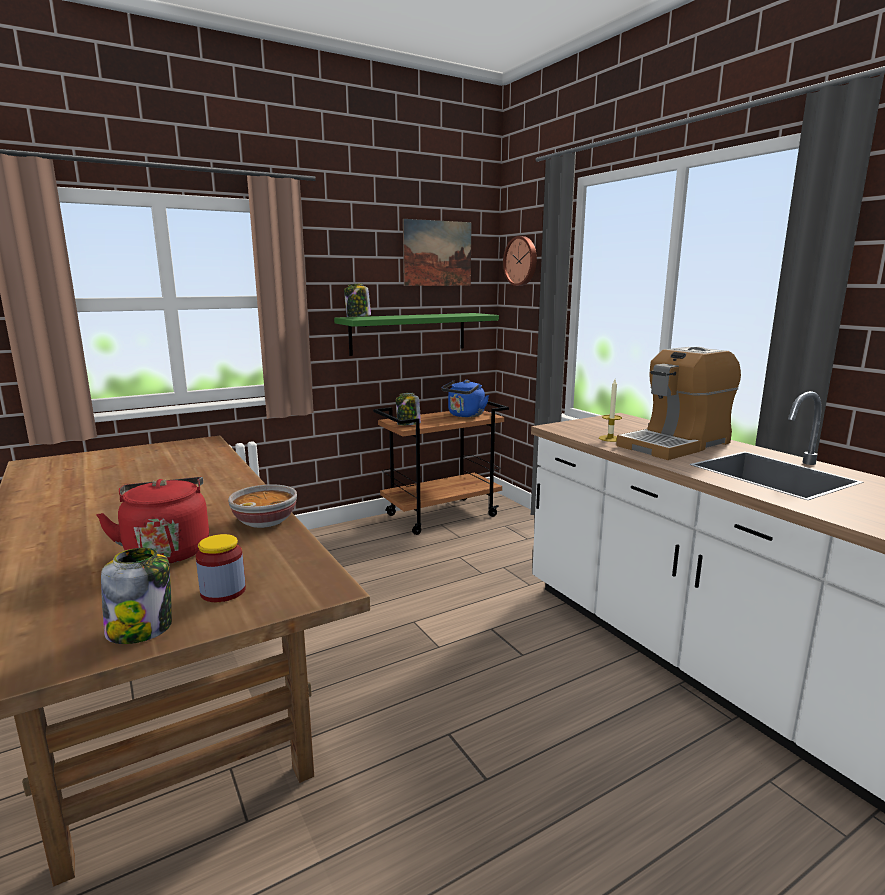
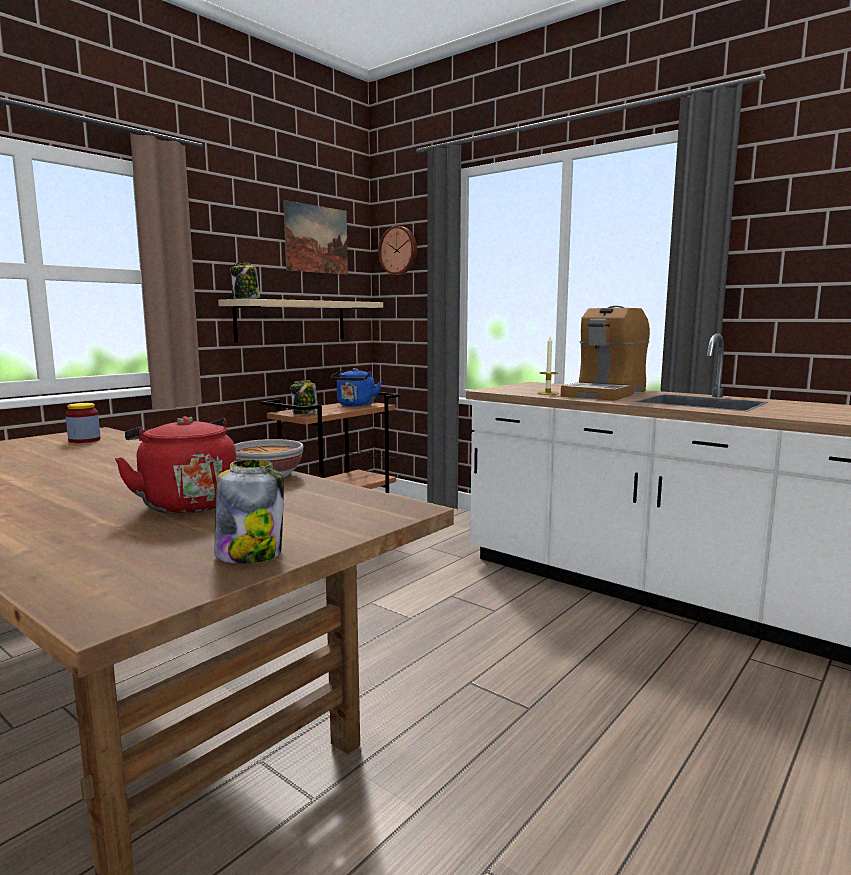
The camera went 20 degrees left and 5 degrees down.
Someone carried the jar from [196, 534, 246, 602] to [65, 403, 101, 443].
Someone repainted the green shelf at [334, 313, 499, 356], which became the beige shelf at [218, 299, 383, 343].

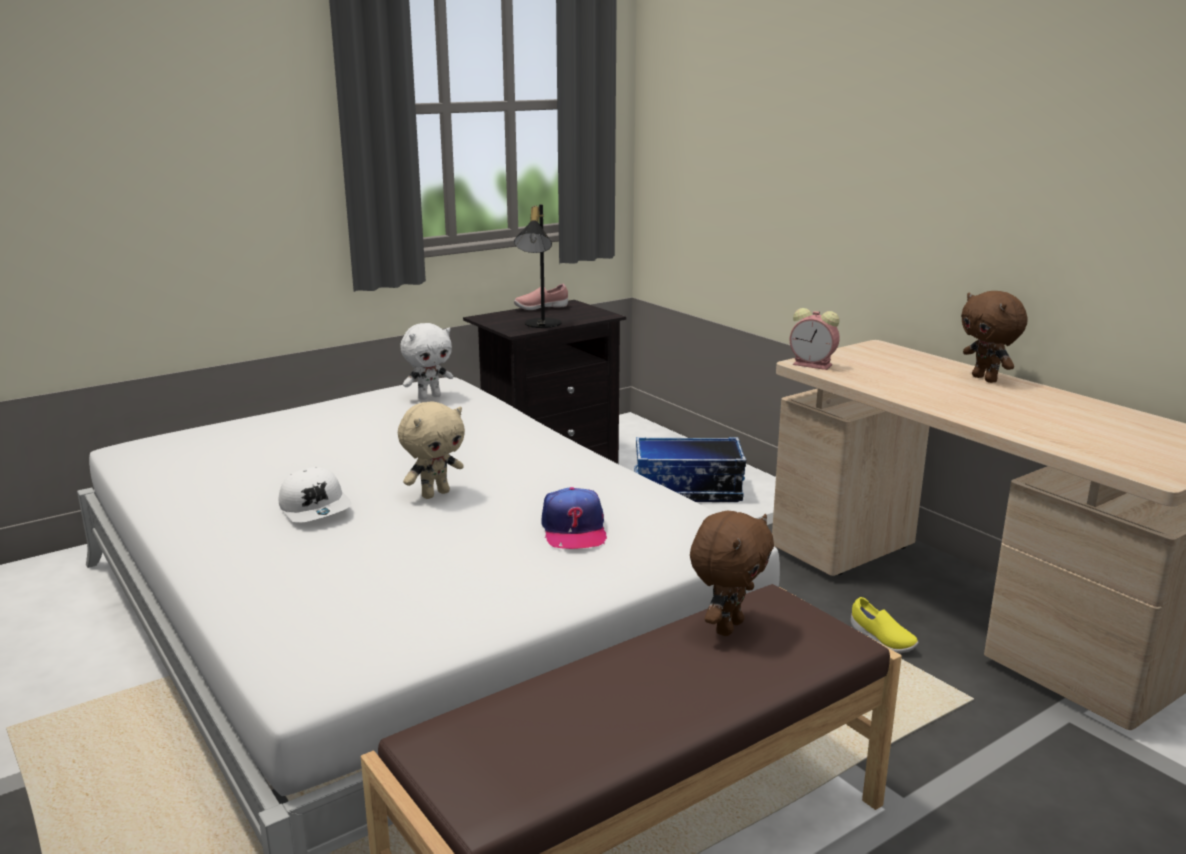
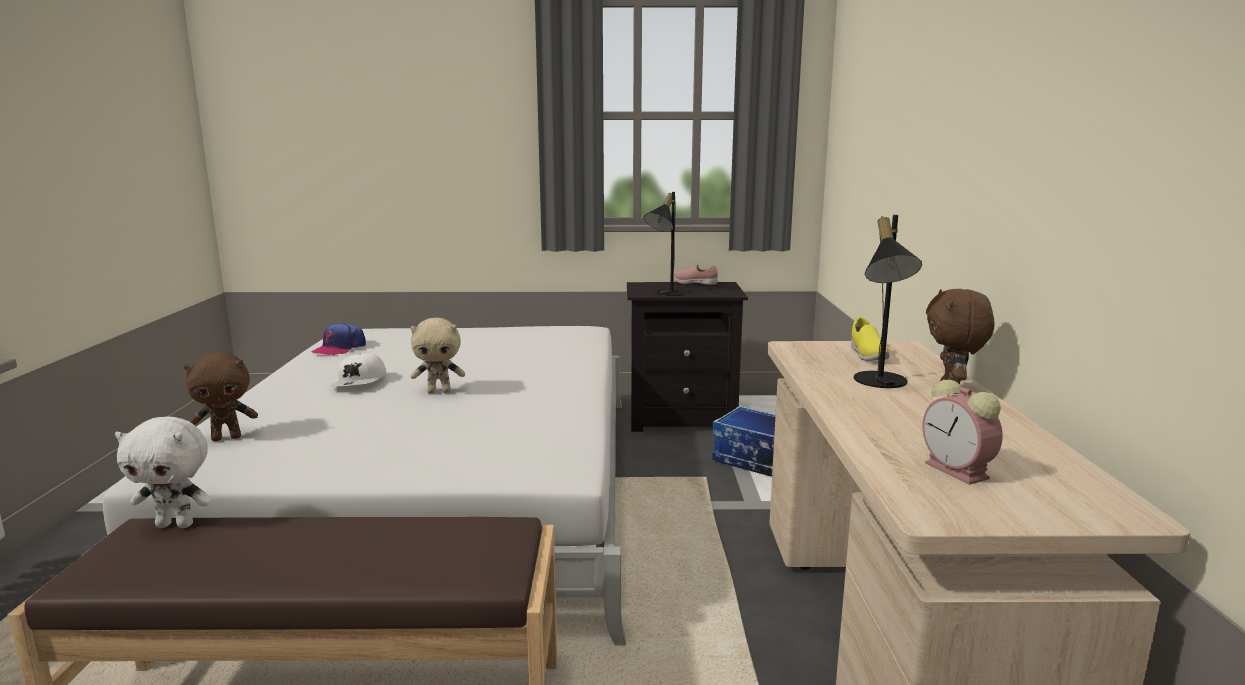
The camera went 35 degrees right and 5 degrees down.
Someone put down the black table lamp at [854, 215, 922, 388].
Someone carried the white plush toy from [400, 323, 453, 400] to [115, 416, 213, 528].
Someone carried the cap from [541, 487, 607, 549] to [311, 323, 366, 356].
Someone carried the brown plush toy from [690, 511, 774, 636] to [184, 352, 258, 441].
Someone carried the alarm clock from [790, 308, 840, 370] to [922, 380, 1003, 485].
Someone carried the yellow shoe from [851, 597, 919, 653] to [851, 317, 890, 361].

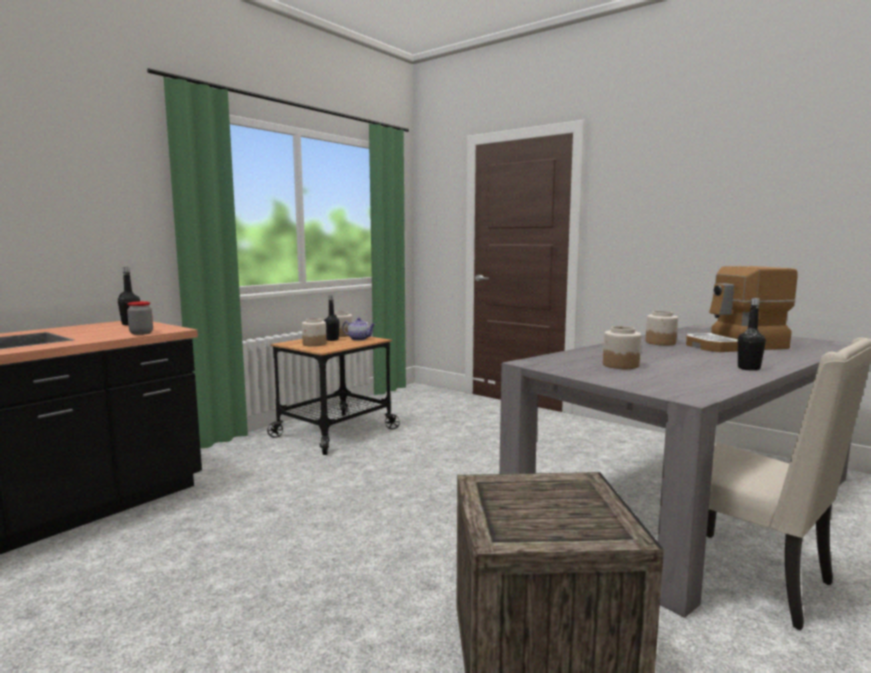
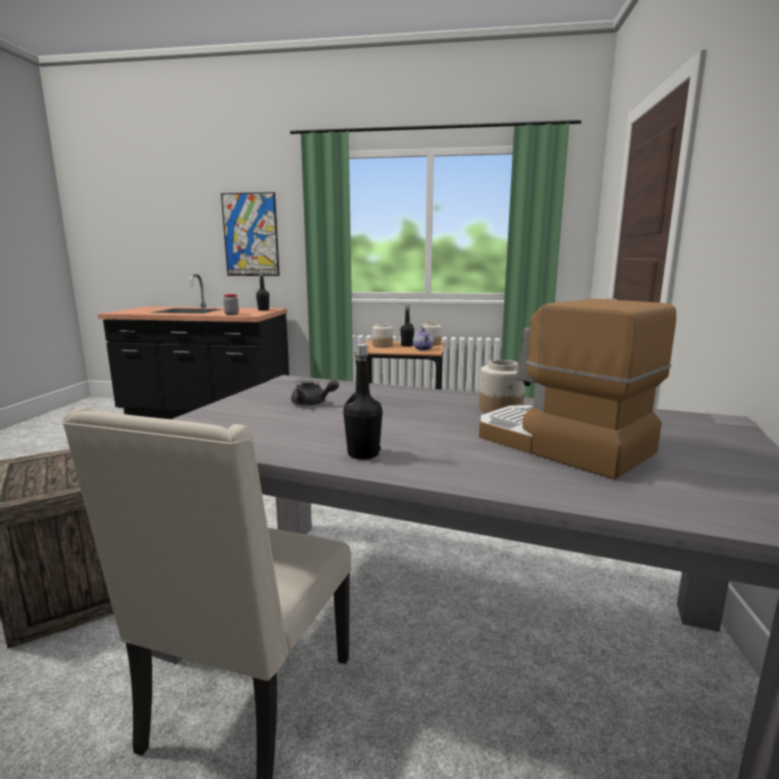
The camera went 60 degrees right and 5 degrees up.
Someone put up the picture at [221, 192, 280, 276].
Someone swapped the jar at [603, 326, 641, 369] for the grey teapot at [291, 379, 339, 406].

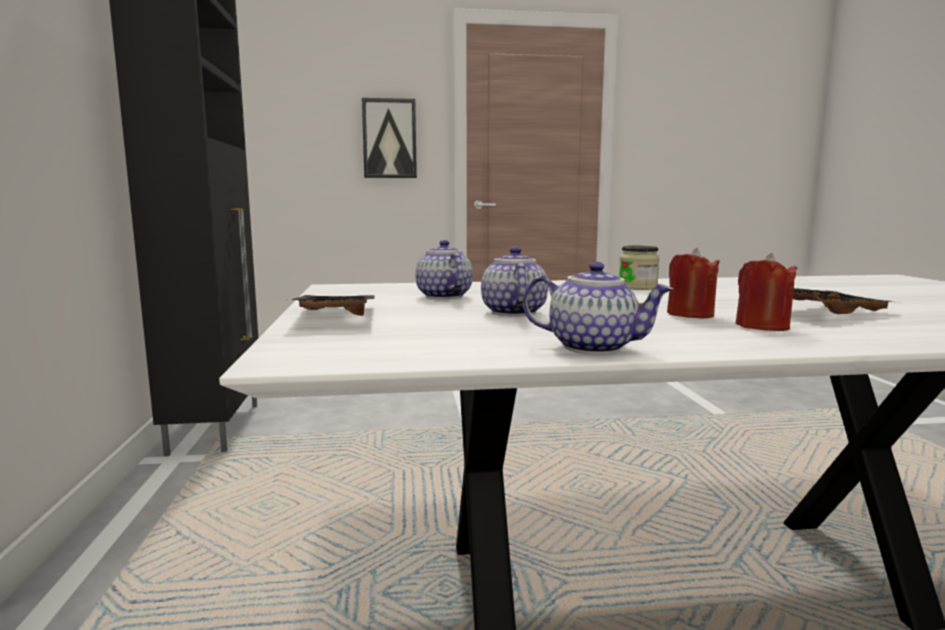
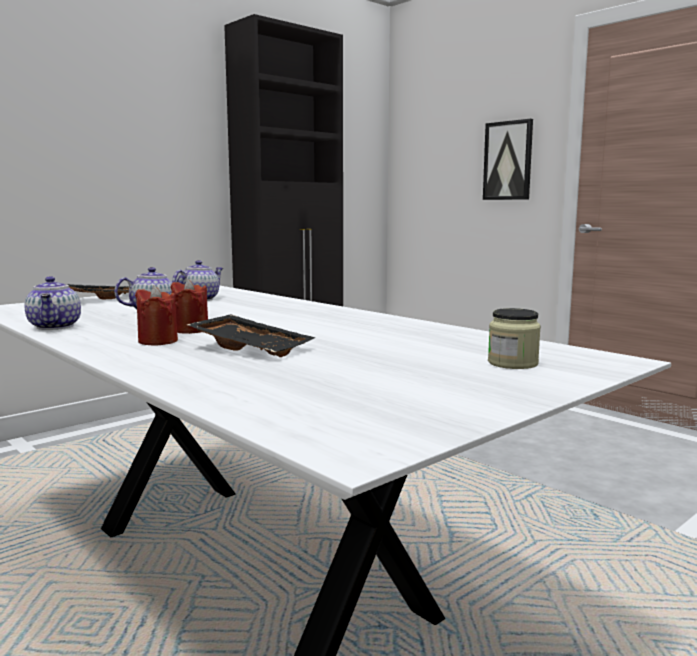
The camera went 55 degrees right and 0 degrees up.
Someone carried the jar from [619, 246, 660, 290] to [488, 308, 541, 369].

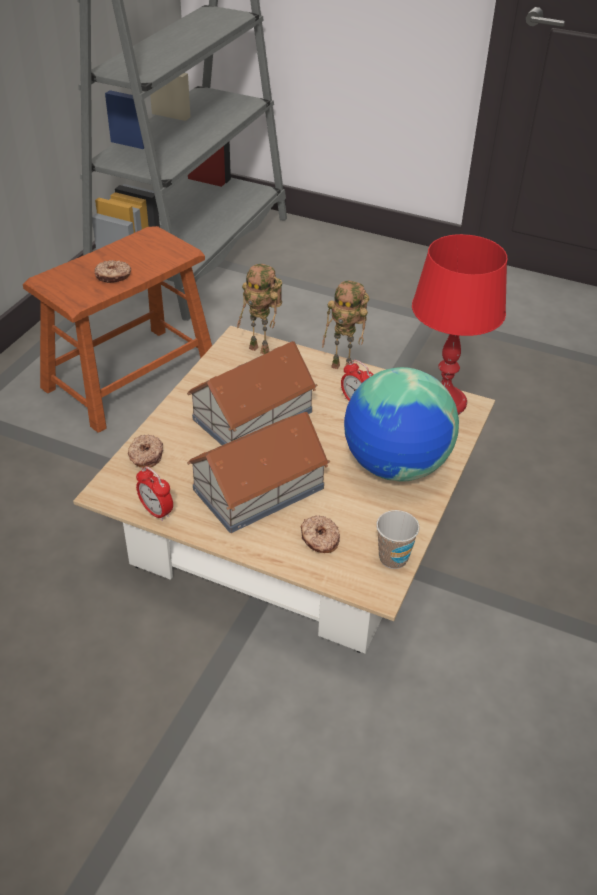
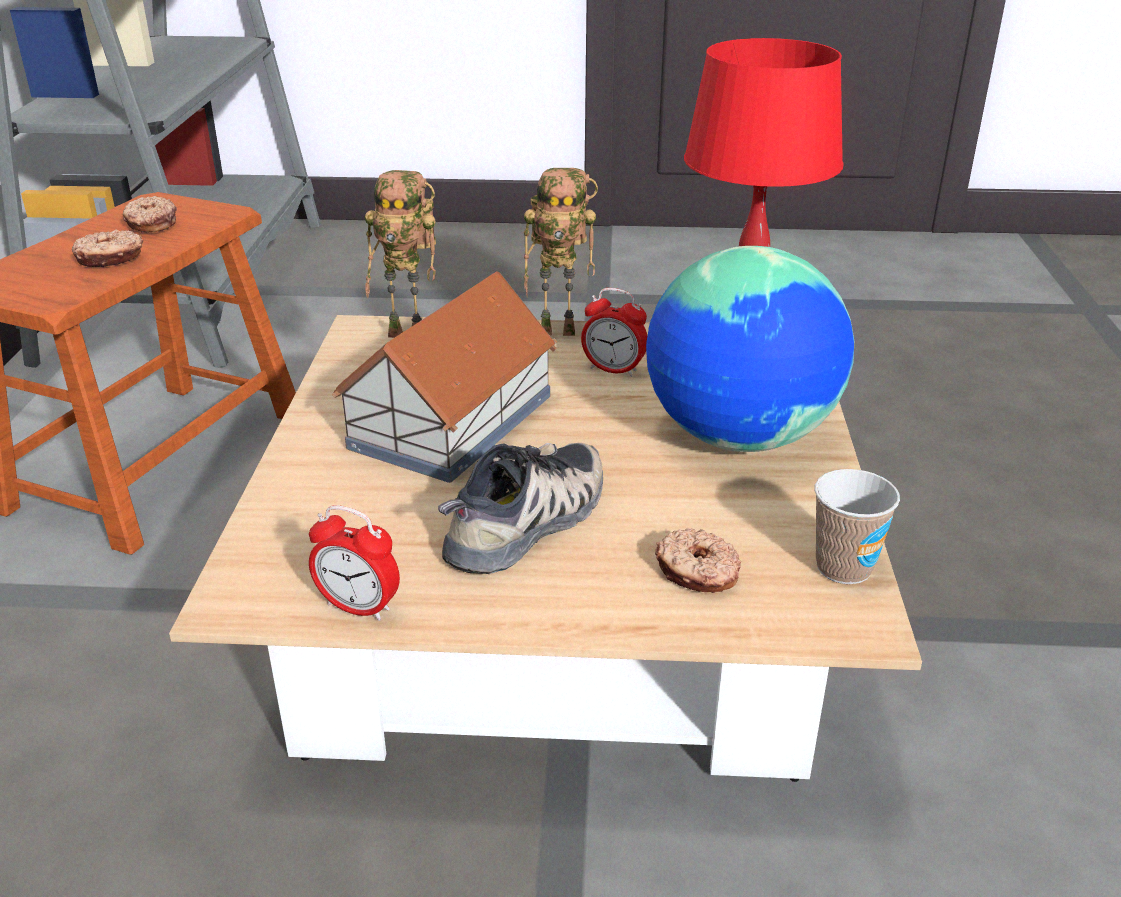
The camera went 20 degrees left and 10 degrees down.
Someone carried the donut from [128, 435, 163, 468] to [123, 196, 177, 233].
Someone swapped the toy house at [187, 412, 330, 533] for the shoe at [438, 443, 603, 574].

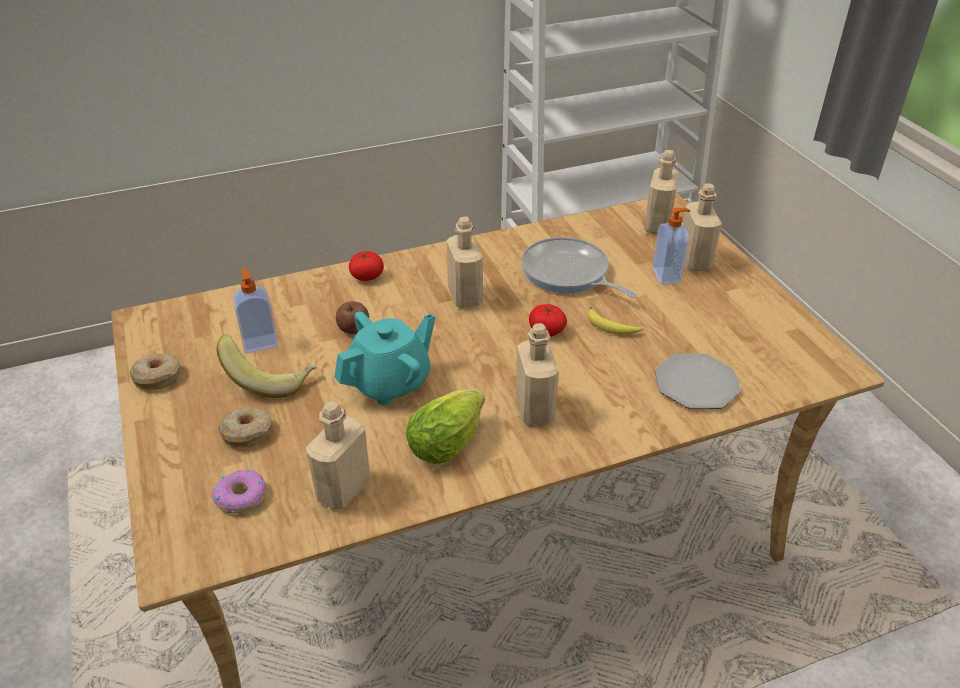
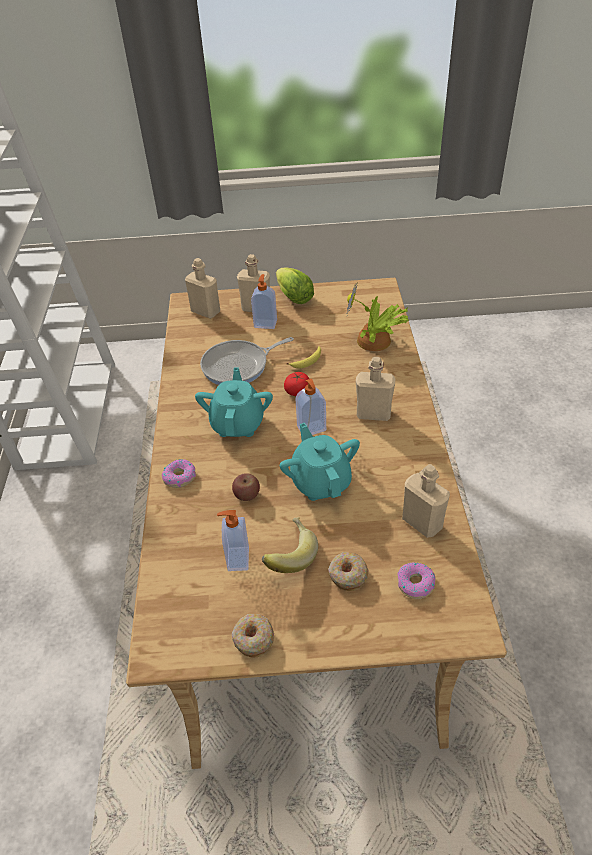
The camera went 70 degrees left and 5 degrees up.
Someone put down the soap dispenser at [296, 379, 326, 435].
Someone carried the lettuce from [406, 389, 485, 464] to [276, 267, 314, 304].
Someone swapped the tomato at [349, 251, 384, 281] for the donut at [162, 459, 196, 488].
Someone swapped the beige bottle at [446, 216, 483, 308] for the turquoise teapot at [195, 367, 273, 437].
Someone swapped the plate at [655, 354, 741, 409] for the potted plant at [346, 281, 409, 351].

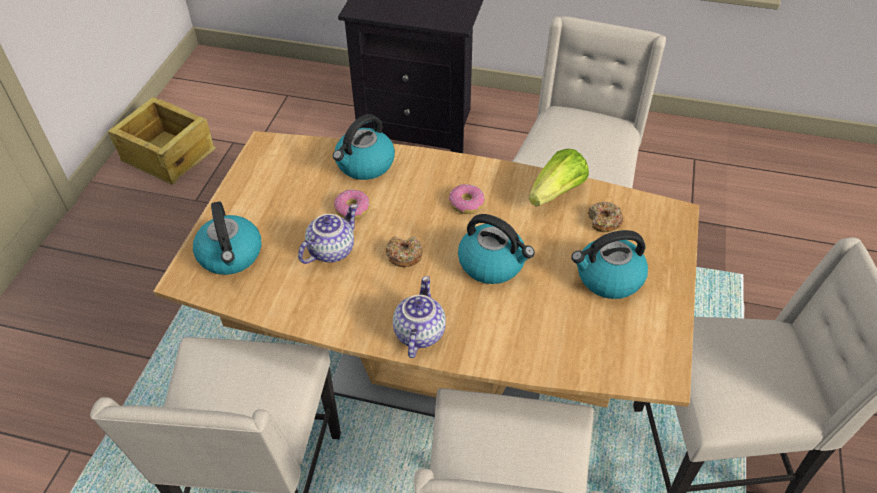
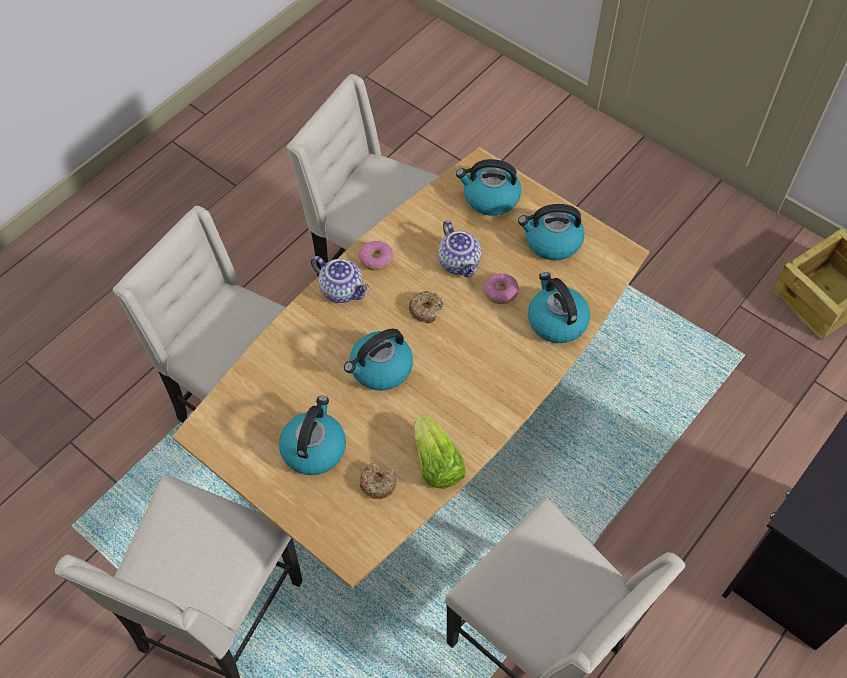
The camera went 115 degrees right and 10 degrees up.
Someone put down the kettle at [518, 204, 585, 261].
Someone carried the donut from [449, 184, 485, 214] to [359, 241, 393, 271].

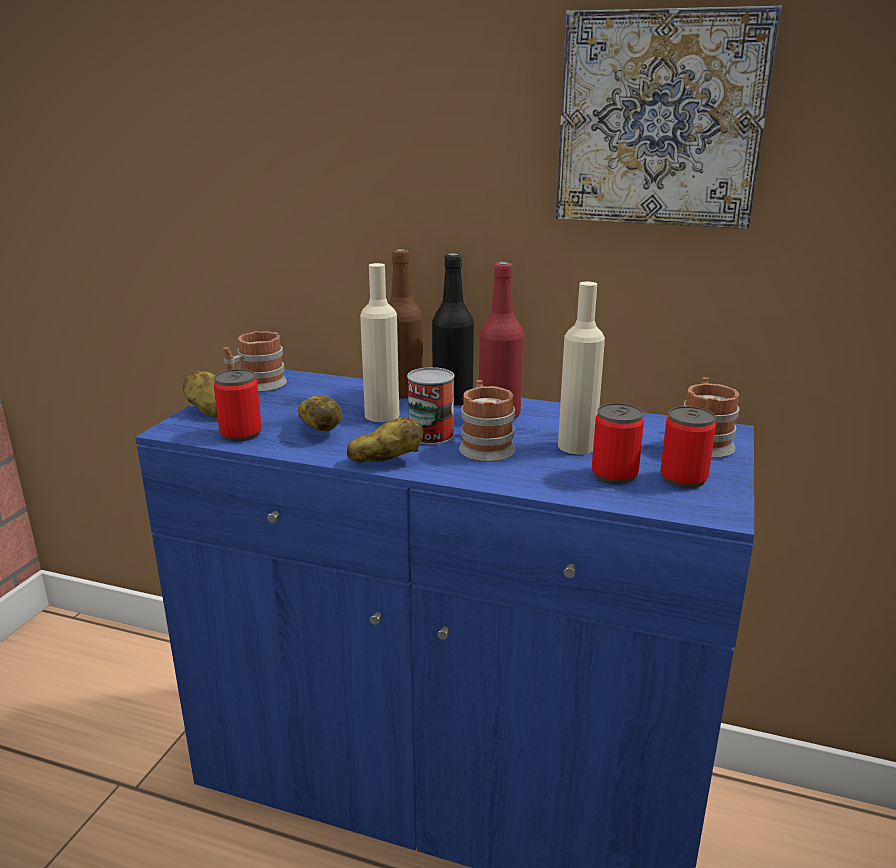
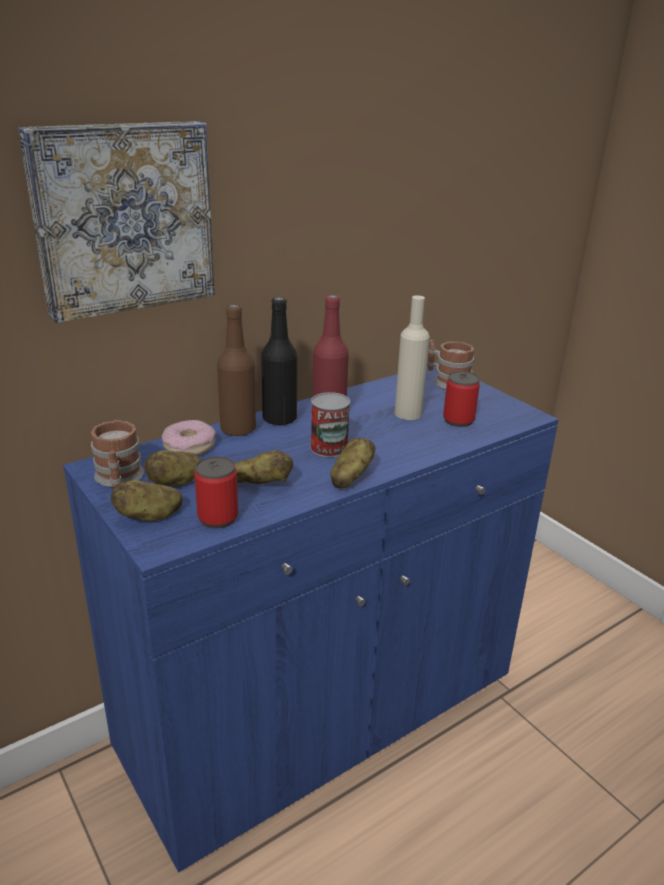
The camera went 55 degrees left and 5 degrees up.
Someone took away the beige bottle at [360, 263, 399, 422].
Someone took away the mug at [459, 380, 516, 462].
Someone took away the can at [660, 406, 716, 488].
Someone put down the potato at [144, 450, 201, 486].
Someone put down the donut at [162, 420, 216, 455].
Someone carried the picture from [556, 5, 782, 229] to [18, 121, 215, 323].

